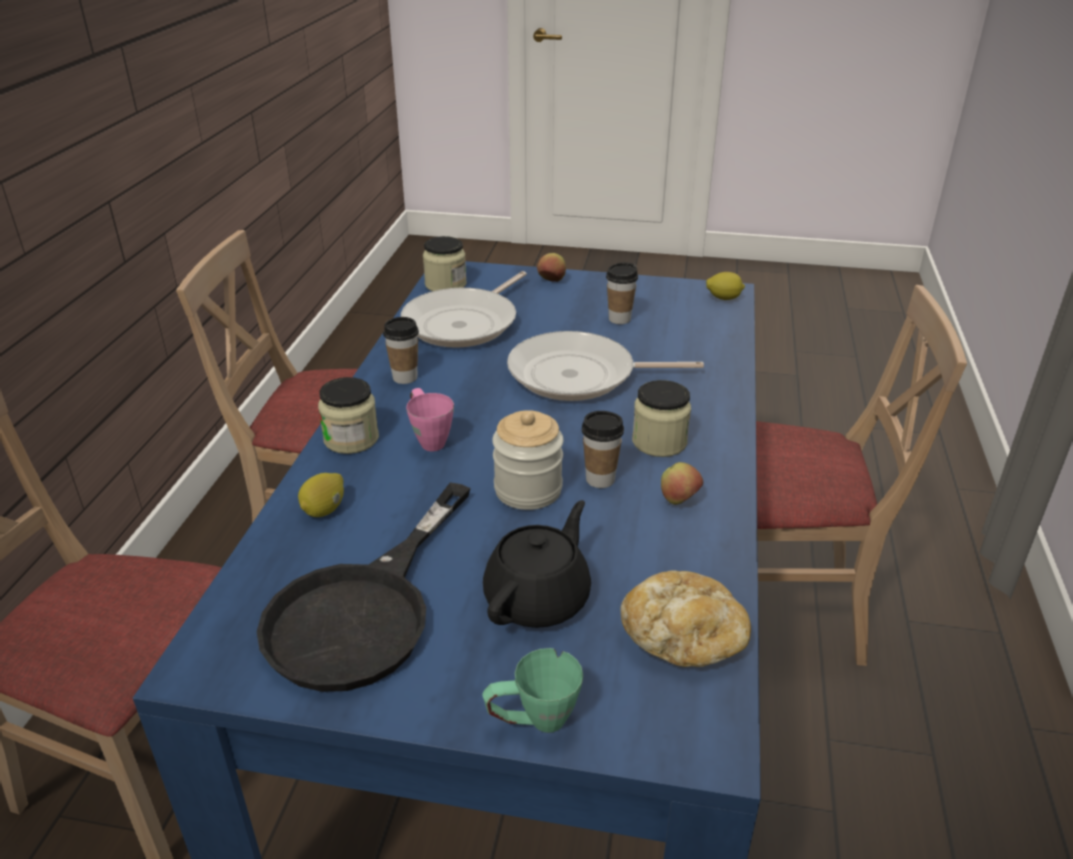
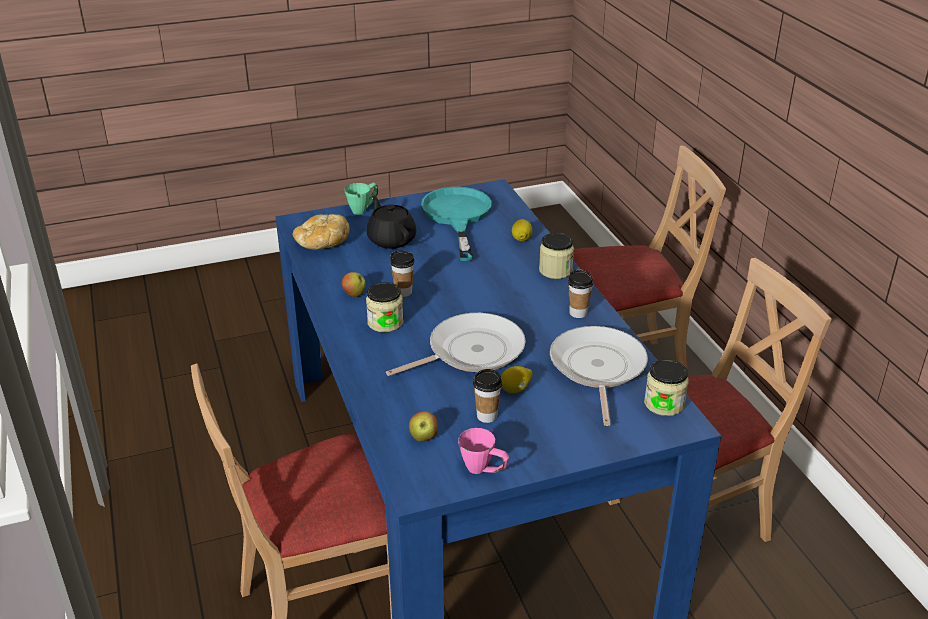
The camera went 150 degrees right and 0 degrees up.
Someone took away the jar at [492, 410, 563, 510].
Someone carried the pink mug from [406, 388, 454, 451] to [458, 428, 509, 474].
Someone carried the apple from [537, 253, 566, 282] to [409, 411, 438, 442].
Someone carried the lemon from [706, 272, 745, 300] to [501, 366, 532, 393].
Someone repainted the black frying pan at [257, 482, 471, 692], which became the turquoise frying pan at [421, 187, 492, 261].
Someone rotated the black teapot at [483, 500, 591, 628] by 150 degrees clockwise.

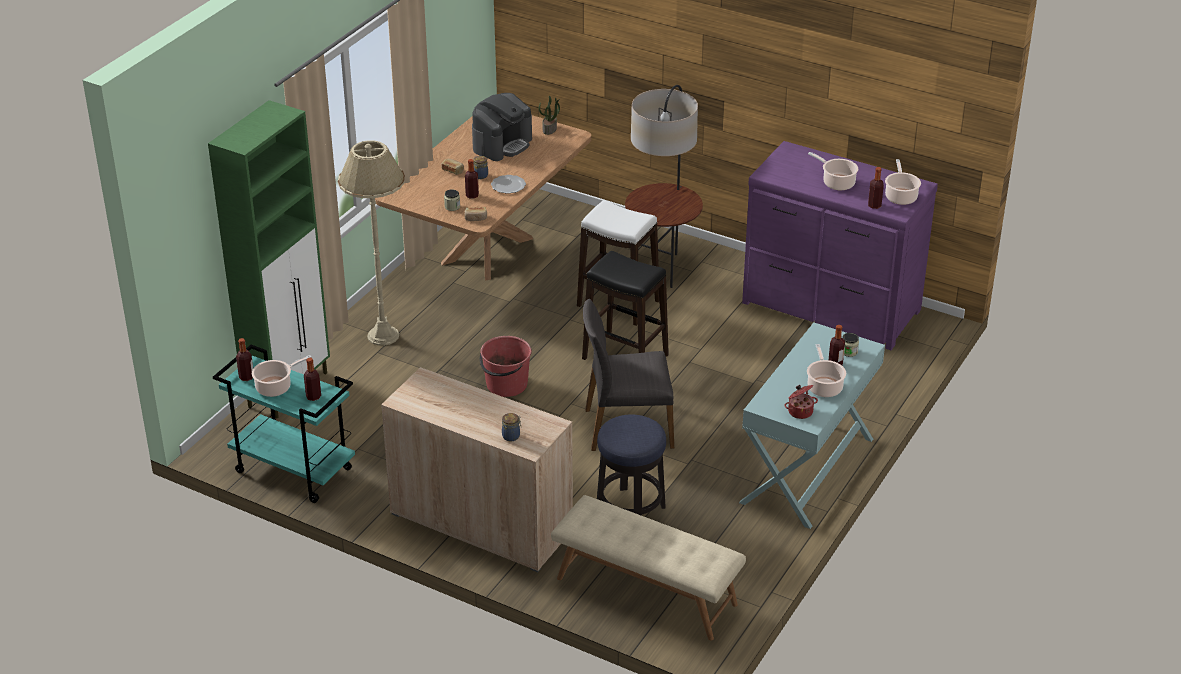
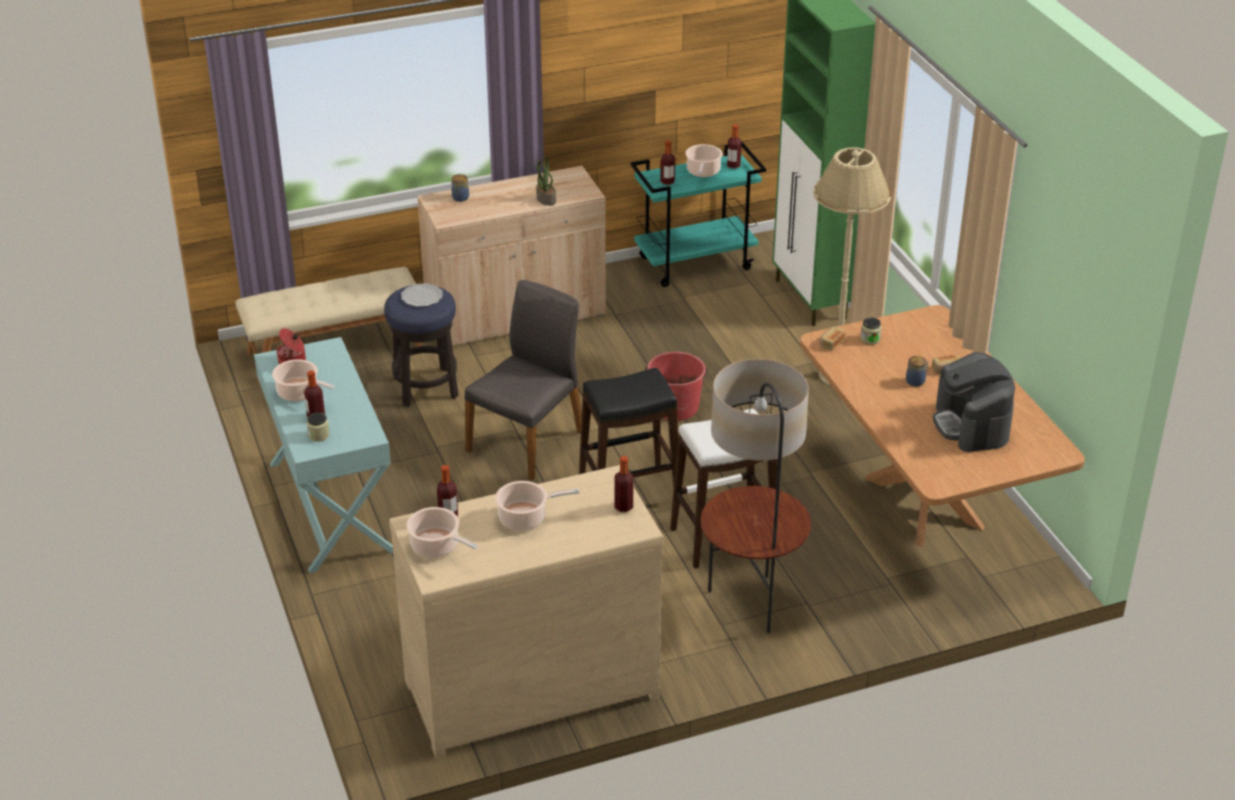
The camera went 130 degrees right and 0 degrees up.
Someone carried the bottle from [465, 159, 479, 199] to [615, 456, 633, 512].
Someone carried the plate from [491, 175, 526, 194] to [401, 283, 443, 307].
Someone carried the potted plant from [539, 96, 560, 135] to [535, 157, 556, 206].
Someone repainted the purple dresser at [742, 141, 938, 350], which became the beige dresser at [389, 465, 664, 759].

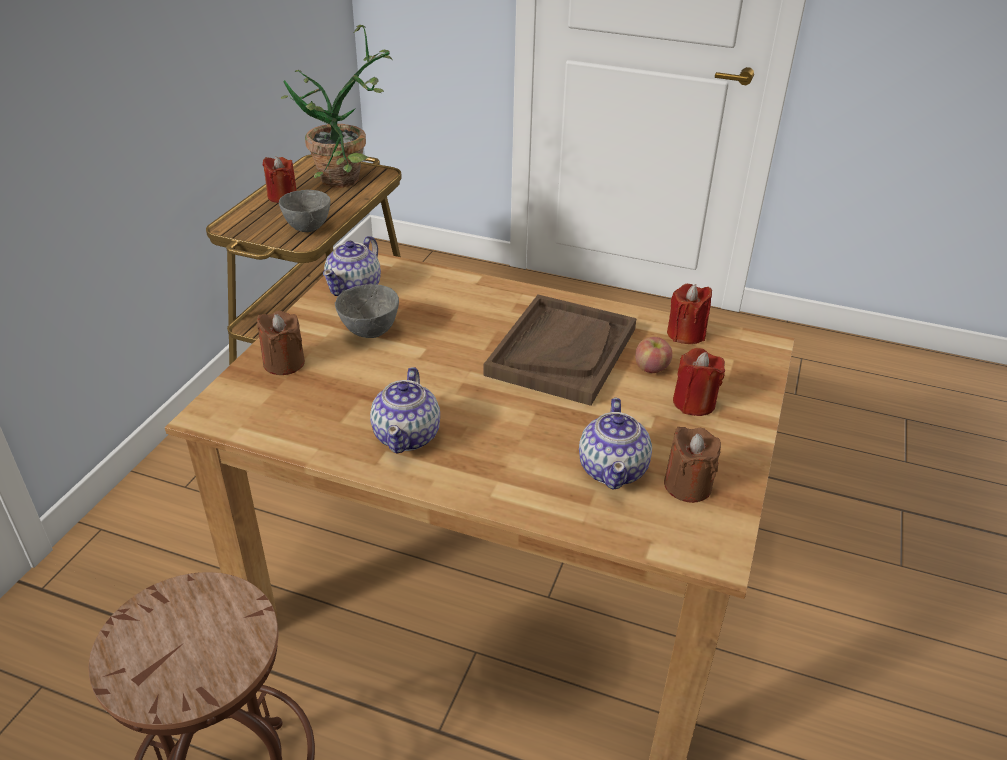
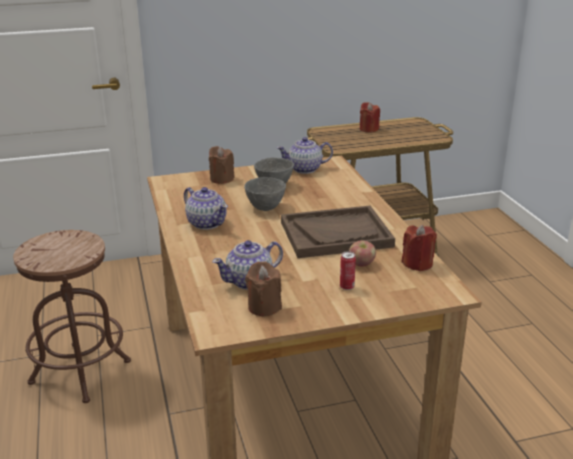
The camera went 55 degrees right and 10 degrees down.
Someone took away the potted plant at [281, 25, 393, 188].
Someone carried the grey bowl from [279, 190, 330, 232] to [244, 177, 286, 211].
Someone swapped the red candle at [673, 348, 725, 416] for the can at [340, 251, 356, 290].
Someone rotated the teapot at [370, 367, 440, 454] by 105 degrees counterclockwise.

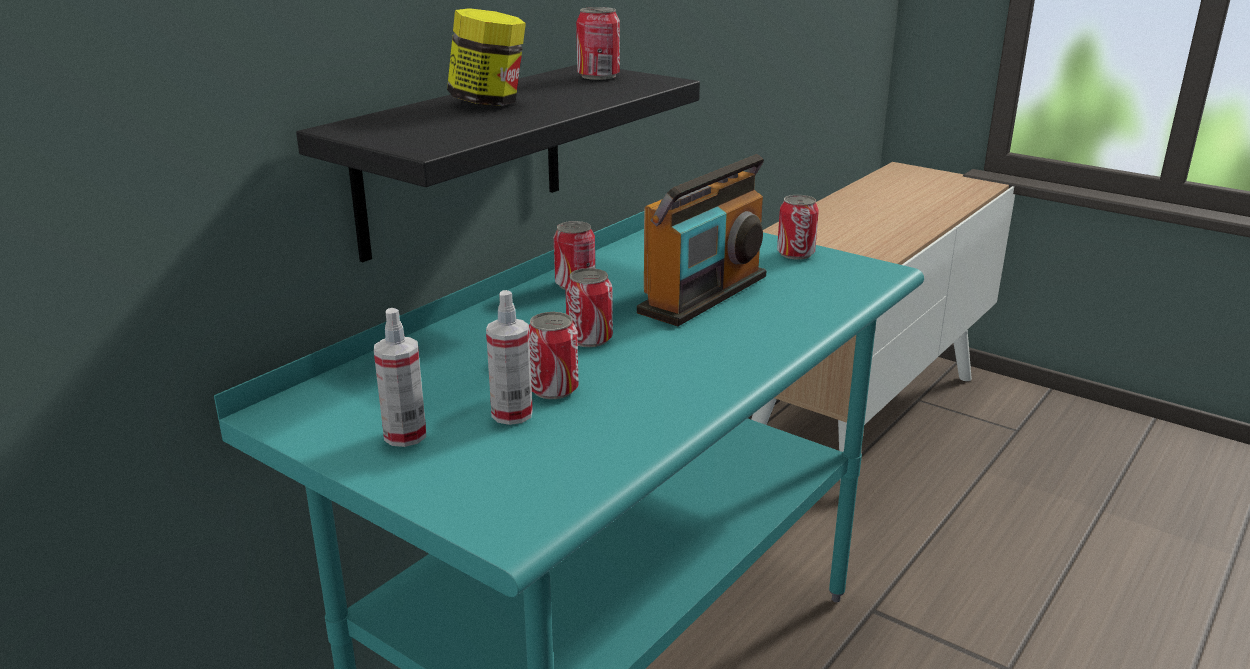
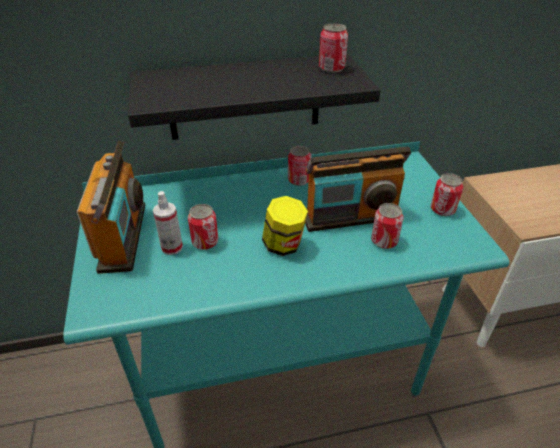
The camera went 40 degrees right and 15 degrees up.
Someone carried the jar from [447, 8, 526, 106] to [262, 196, 308, 256].
Someone carried the can from [565, 268, 613, 347] to [371, 203, 404, 249].
Someone swapped the spray bottle at [374, 308, 426, 447] for the radio at [77, 141, 145, 274].

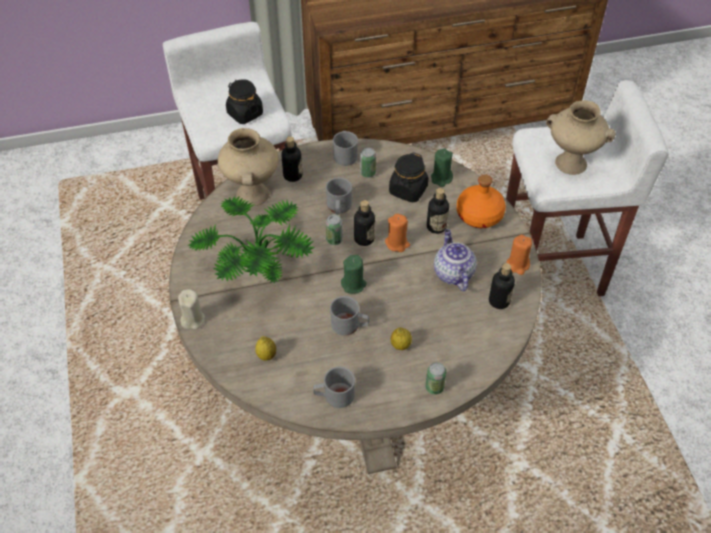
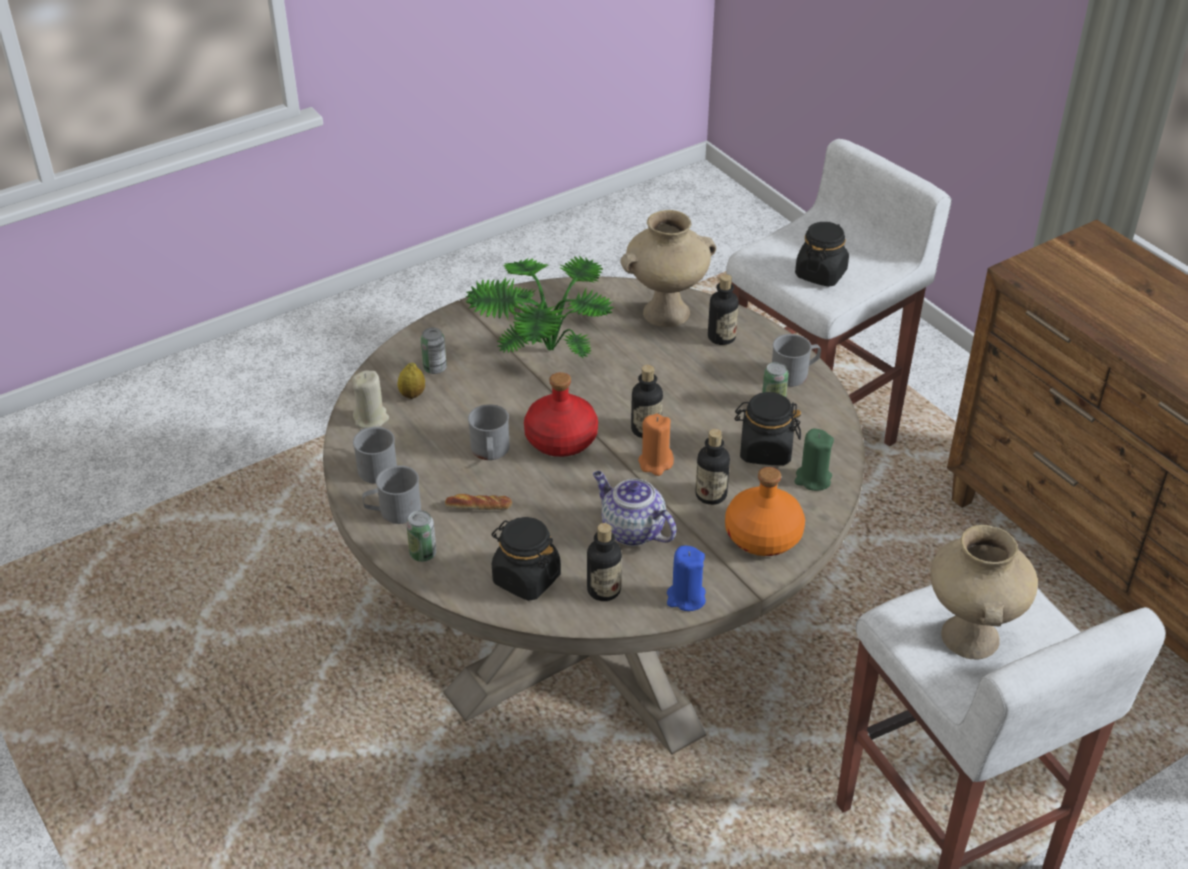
The camera went 70 degrees right and 10 degrees down.
Someone put down the black jar at [492, 517, 561, 601].
Someone carried the beige candle from [178, 289, 205, 329] to [352, 370, 389, 428].
Someone carried the grey mug from [326, 177, 352, 215] to [362, 465, 421, 524].
Someone carried the can from [326, 214, 343, 245] to [421, 328, 447, 374].
Someone swapped the green candle at [341, 255, 367, 294] for the red bottle at [524, 372, 598, 457].
Someone swapped the lemon at [391, 328, 412, 350] for the bread at [445, 494, 512, 510].
Someone repainted the orange candle at [506, 235, 532, 275], which became the blue candle at [667, 546, 706, 611].
Someone rotated the teapot at [434, 229, 477, 291] by 105 degrees counterclockwise.

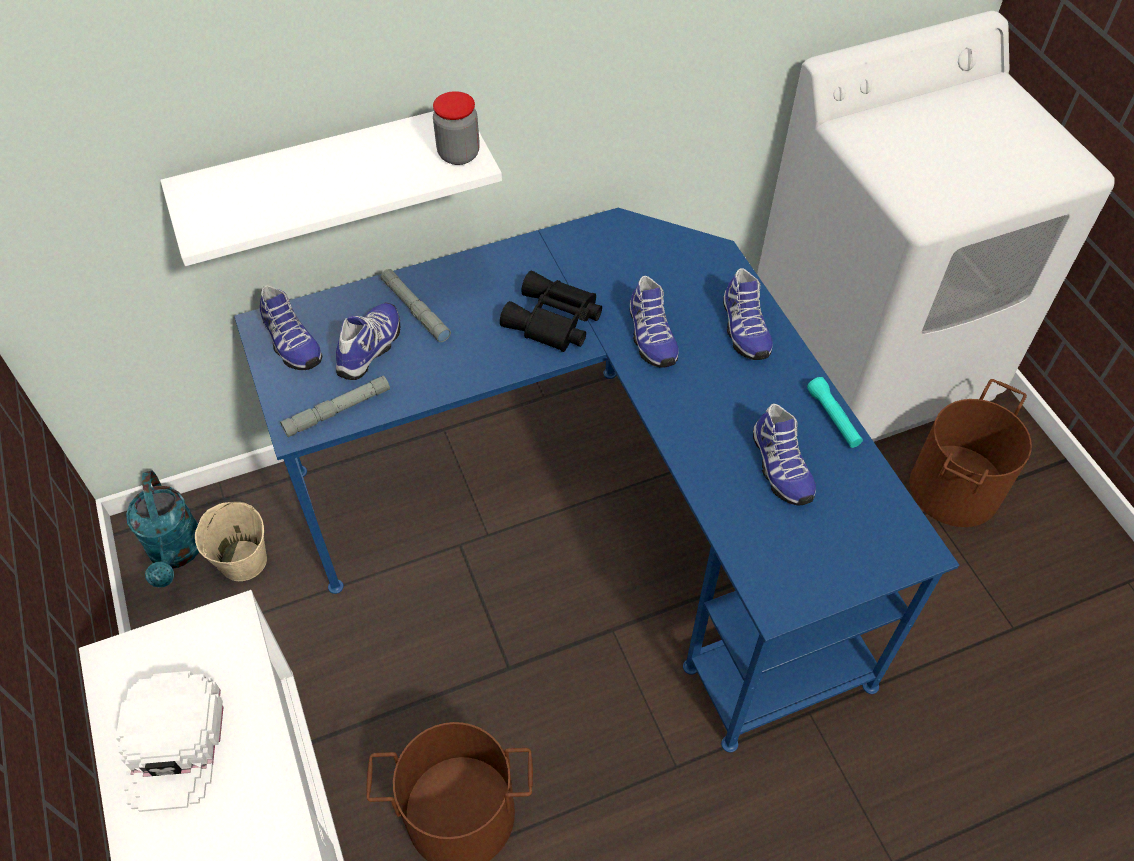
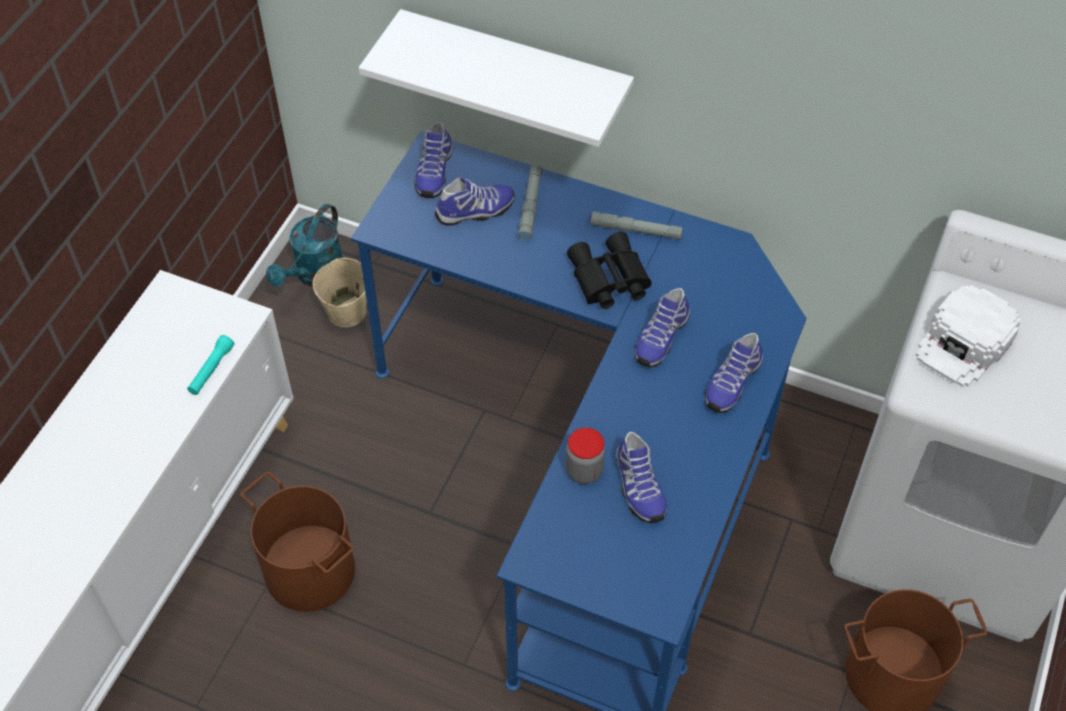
The camera went 45 degrees right and 0 degrees up.
Someone carried the white cap from [116, 671, 224, 812] to [916, 285, 1021, 387].
Someone carried the grey flashlight from [280, 375, 390, 437] to [591, 211, 683, 240].
Someone carried the jar from [433, 91, 480, 165] to [566, 428, 605, 484].
Someone carried the turquoise flashlight from [807, 377, 863, 448] to [187, 335, 234, 395].
Someone rotated the shoe at [753, 404, 816, 506] by 45 degrees counterclockwise.

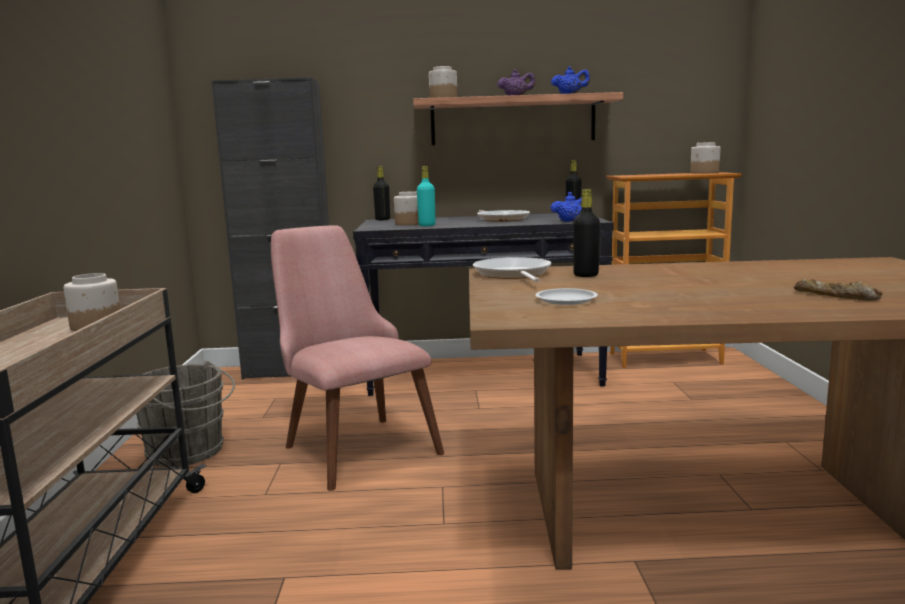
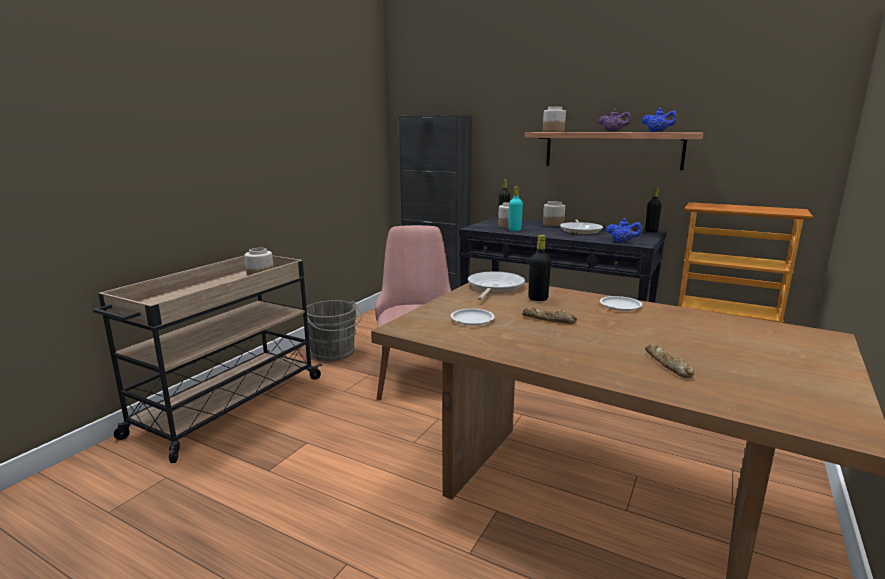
The camera went 30 degrees right and 5 degrees up.
Someone put down the bread at [522, 308, 577, 324].
Someone put down the white plate at [600, 296, 642, 311].
Someone carried the jar from [690, 142, 720, 174] to [543, 201, 565, 227].

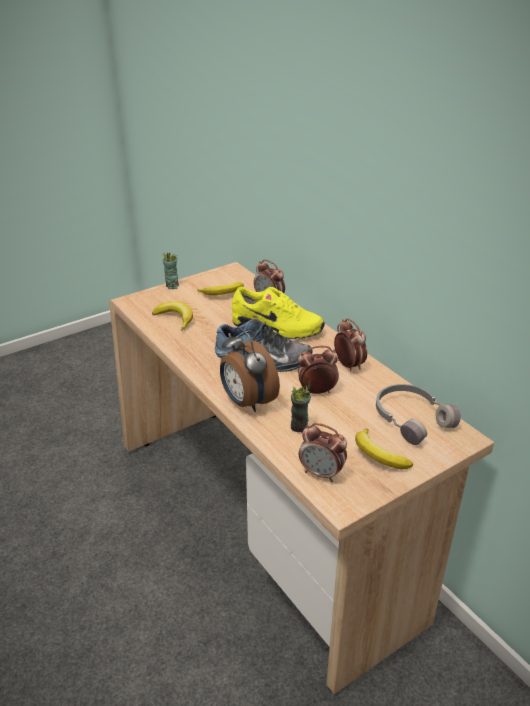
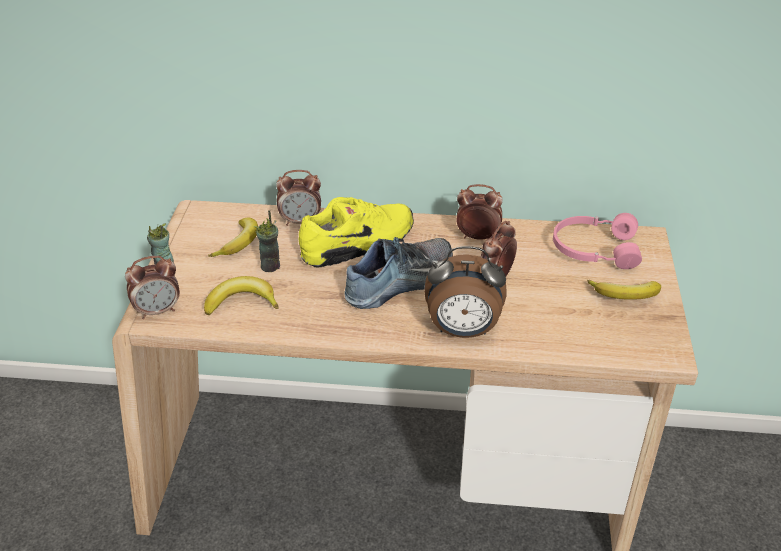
The camera went 50 degrees left and 5 degrees up.
Someone carried the cup from [291, 381, 311, 433] to [254, 210, 280, 272].
Someone carried the alarm clock from [299, 423, 347, 482] to [125, 256, 180, 319].
Someone repainted the grey headphones at [376, 384, 461, 445], which became the pink headphones at [553, 213, 642, 269].

